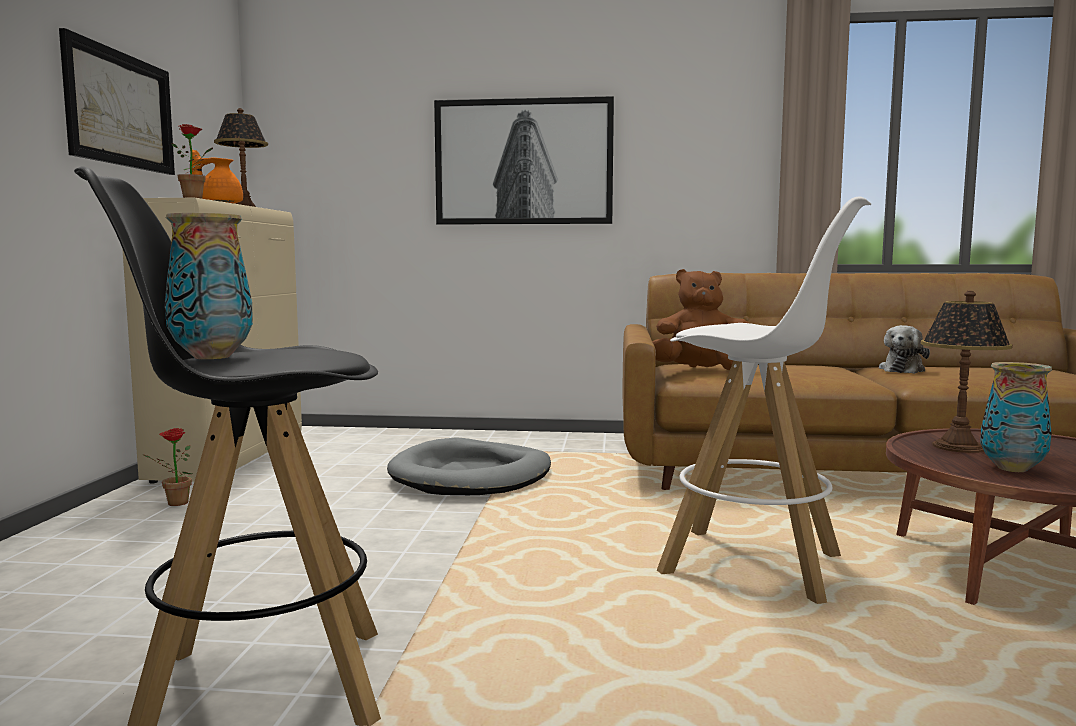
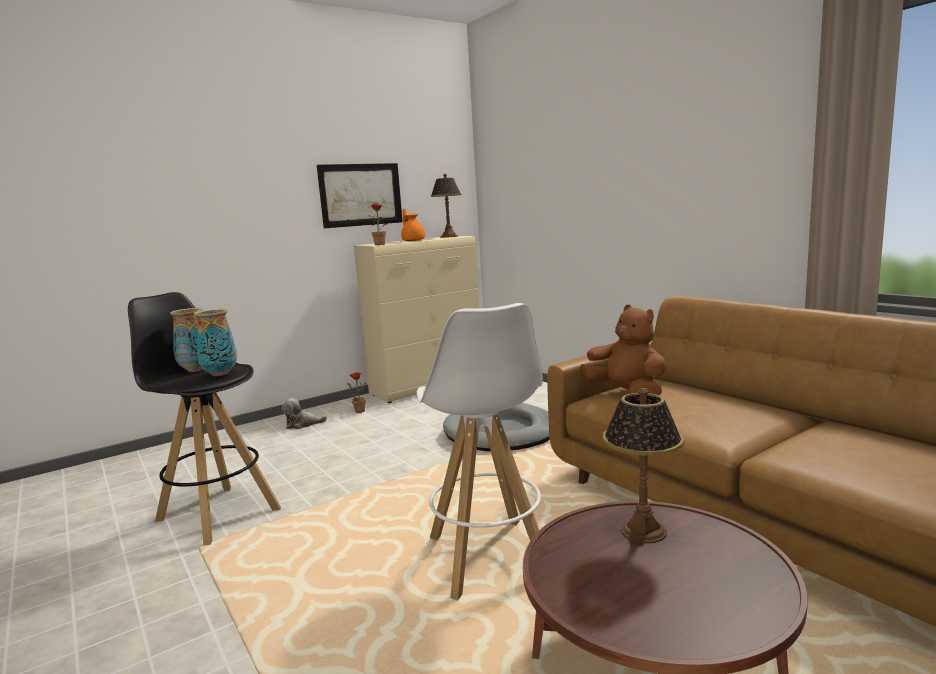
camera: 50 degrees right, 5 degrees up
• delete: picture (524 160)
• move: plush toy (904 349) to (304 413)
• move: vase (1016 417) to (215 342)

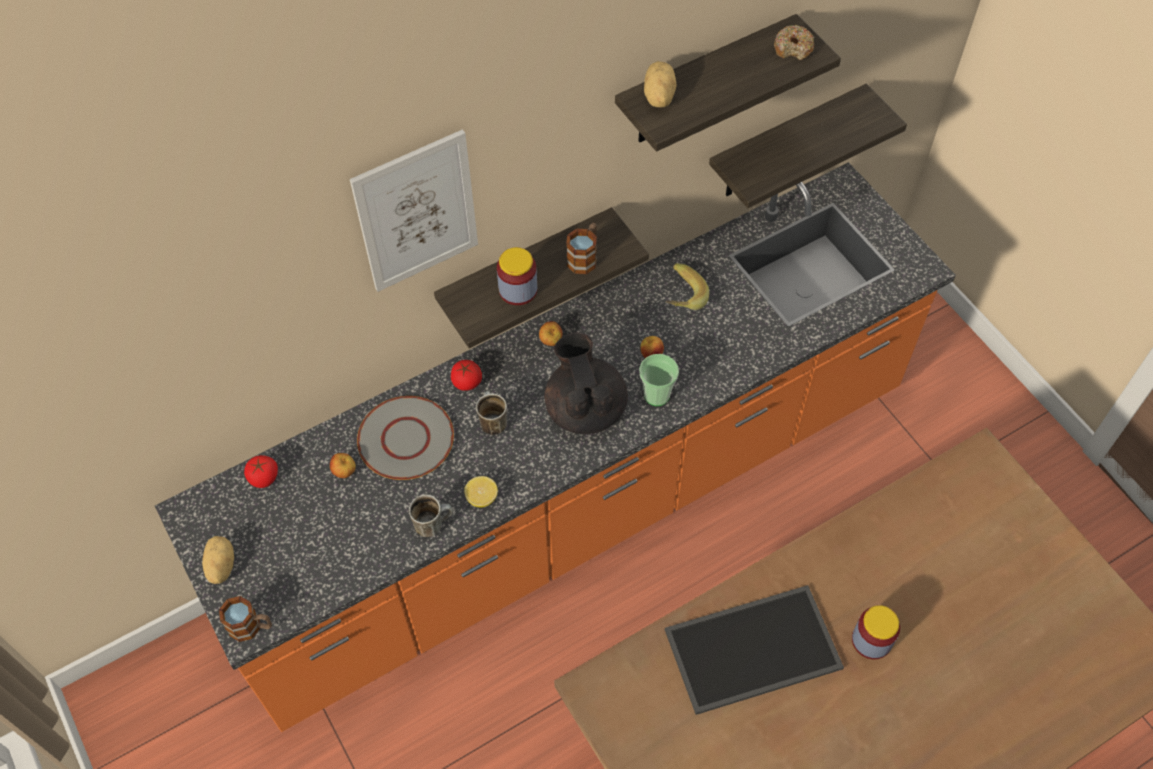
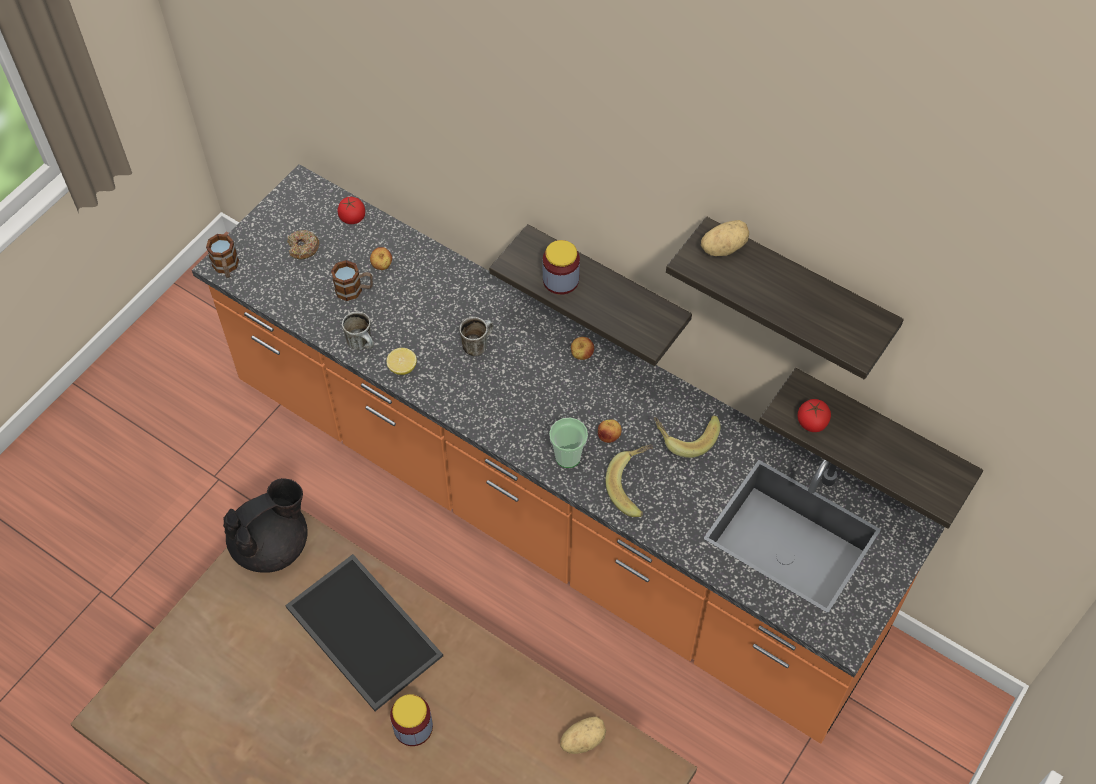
camera: 65 degrees right, 0 degrees up
• move: doughnut (794 42) to (303 244)
• delete: picture (414 210)
• move: coffee mug (581 248) to (352 280)
• move: pot for tea (black) (586 383) to (265 525)
• move: fresh tomato (466 375) to (814 415)
• delete: plate (grey) (405 438)
• move: potato (218 560) to (583 735)
• insert: banana (629 480)

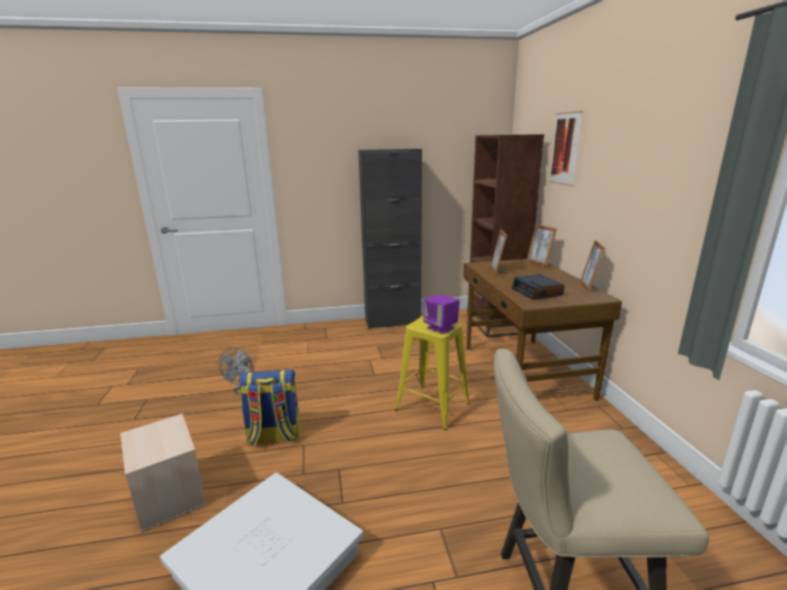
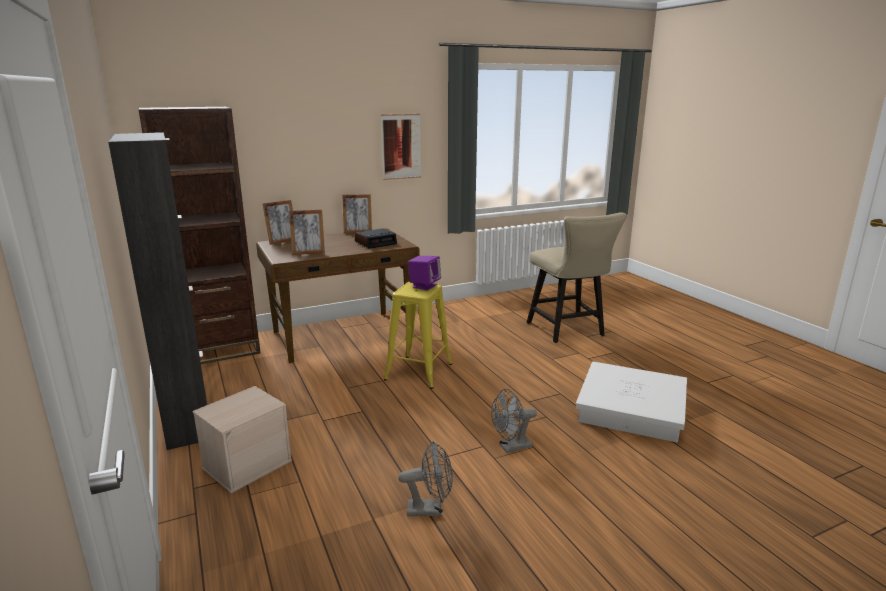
camera: 105 degrees left, 0 degrees up
• move: picture (566 148) to (401 147)
• replace: backpack (269 408) to fan (grey) (514 421)
• move: storage container (beige) (163 473) to (242 439)

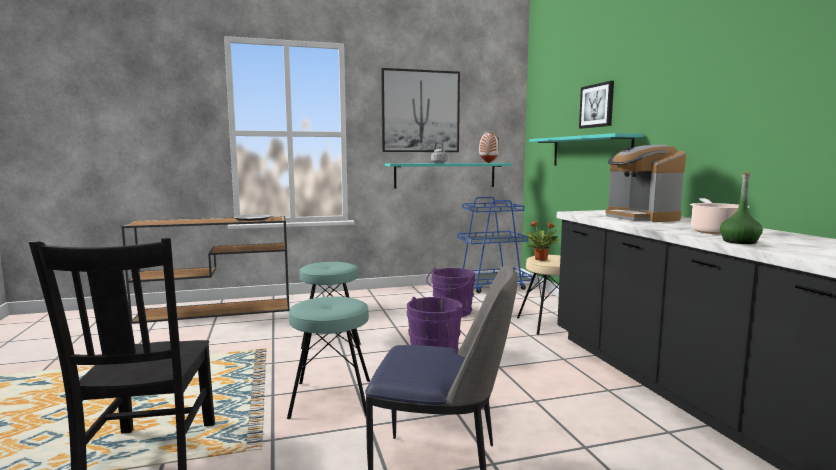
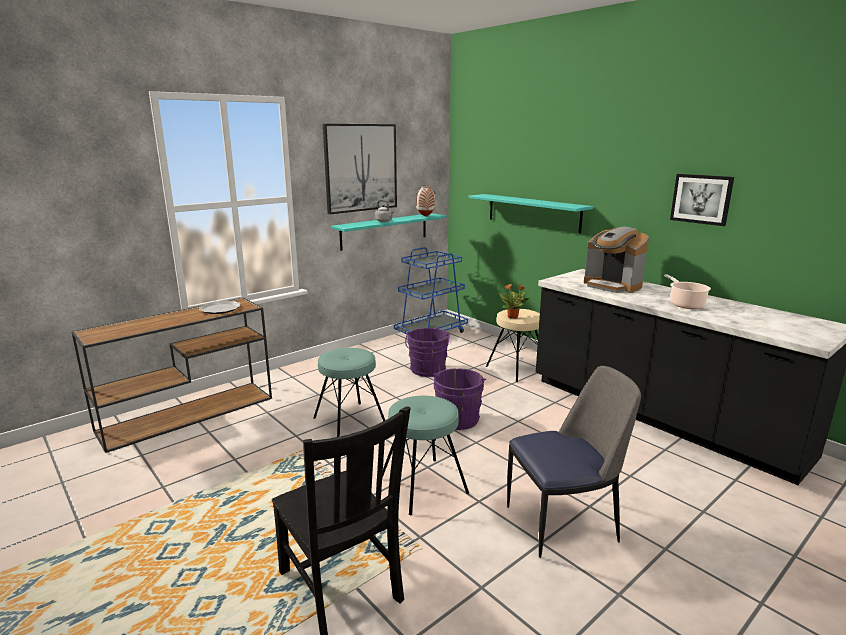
camera: 25 degrees left, 10 degrees up
• move: picture (596 105) to (702 200)
• delete: drink bottle (greenish) (741 208)

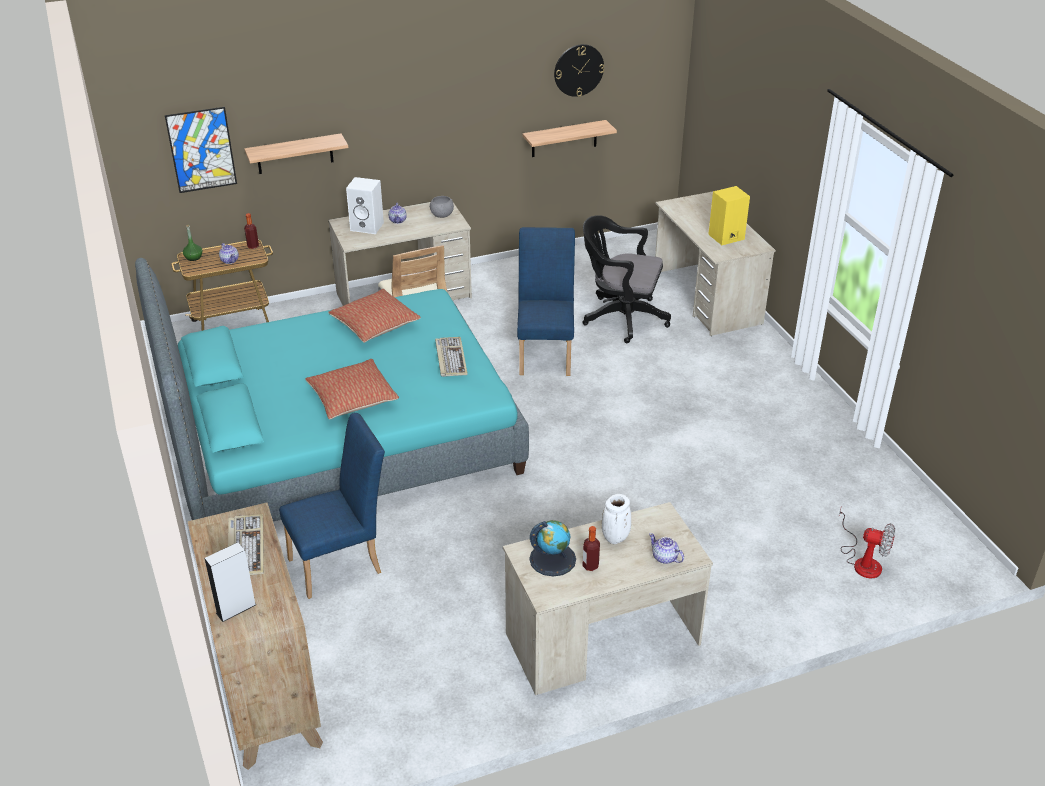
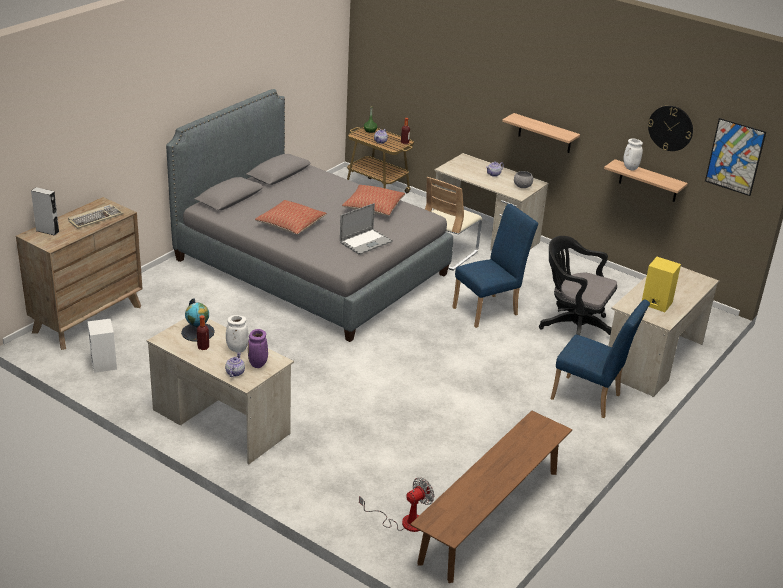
camera: 55 degrees right, 5 degrees down
• move: picture (201 150) to (735 157)
• move: bracket shelf (296 153) to (541 133)
• move: audio speaker (whitish) (365 205) to (102 345)
• rotate: office chair (black) (627 279) = (578 286) 45 degrees counterclockwise
• recolor: bedroom bed (blue-green) (332 390) to bedroom bed (grey) (309 215)
• replace: computer keyboard (451 357) to laptop (366 229)
• move: upright chair (blue) (332 506) to (600 358)
• rotate: fan (867 543) = (396 504) 120 degrees counterclockwise
• insert: vase (whitish) (633 154)
• insert: vase (purple) (258 348)
• insert: long seat (brown-coloured) (491 497)

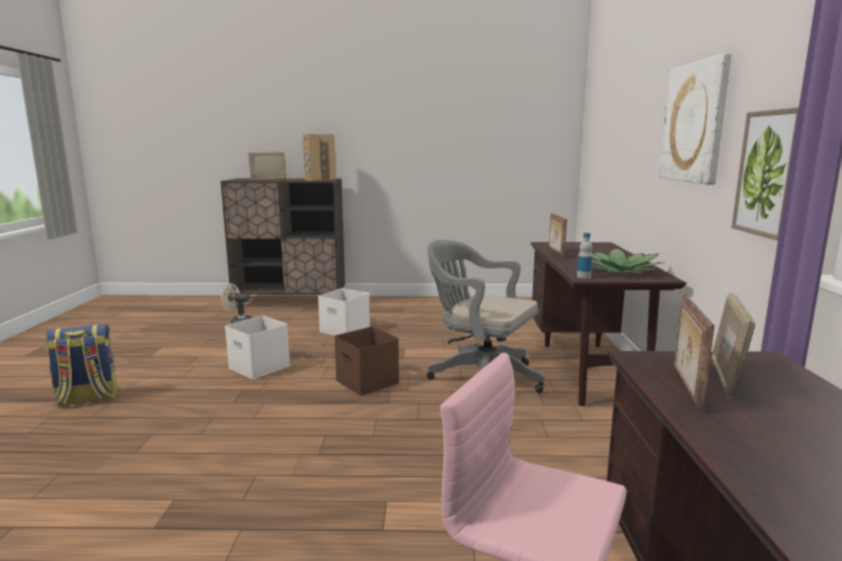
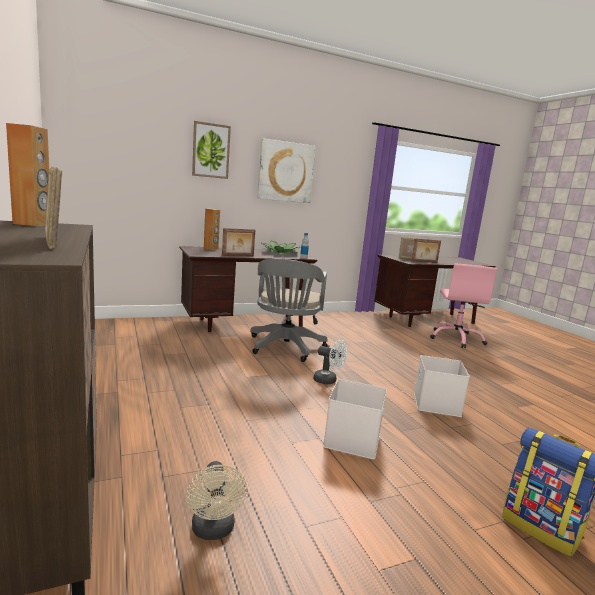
camera: 115 degrees left, 0 degrees up
• move: picture (765 174) to (211 150)
• move: audio speaker (brown-coloured) (312 157) to (212 229)
• move: storage container (whitish) (344 312) to (442 386)
• replace: storage container (brown-coloured) (366 361) to fan (whitish) (330 362)

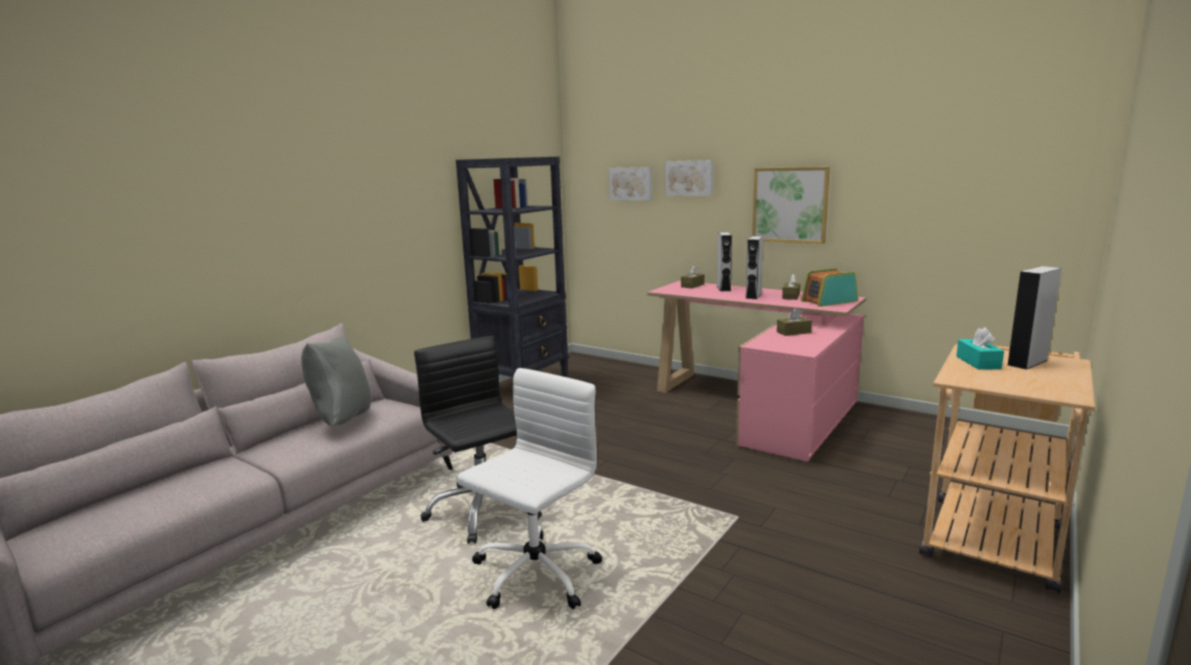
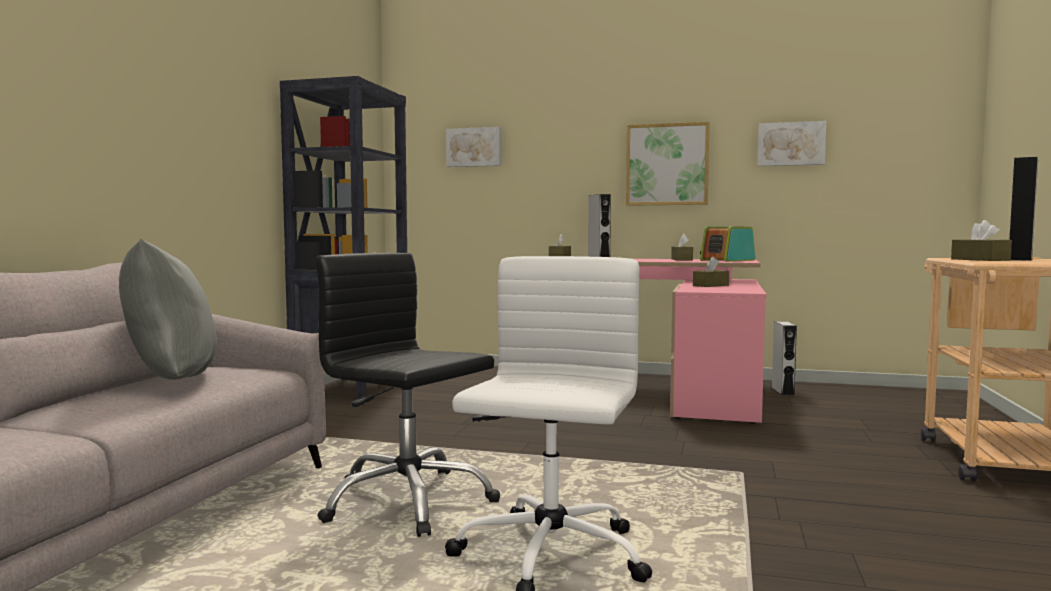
camera: 20 degrees left, 10 degrees down
• move: picture (689 178) to (791 143)
• move: audio speaker (grey) (754 267) to (784 358)
• recolor: box of tissues (blue-green) (980 348) to box of tissues (brown-coloured) (981 240)

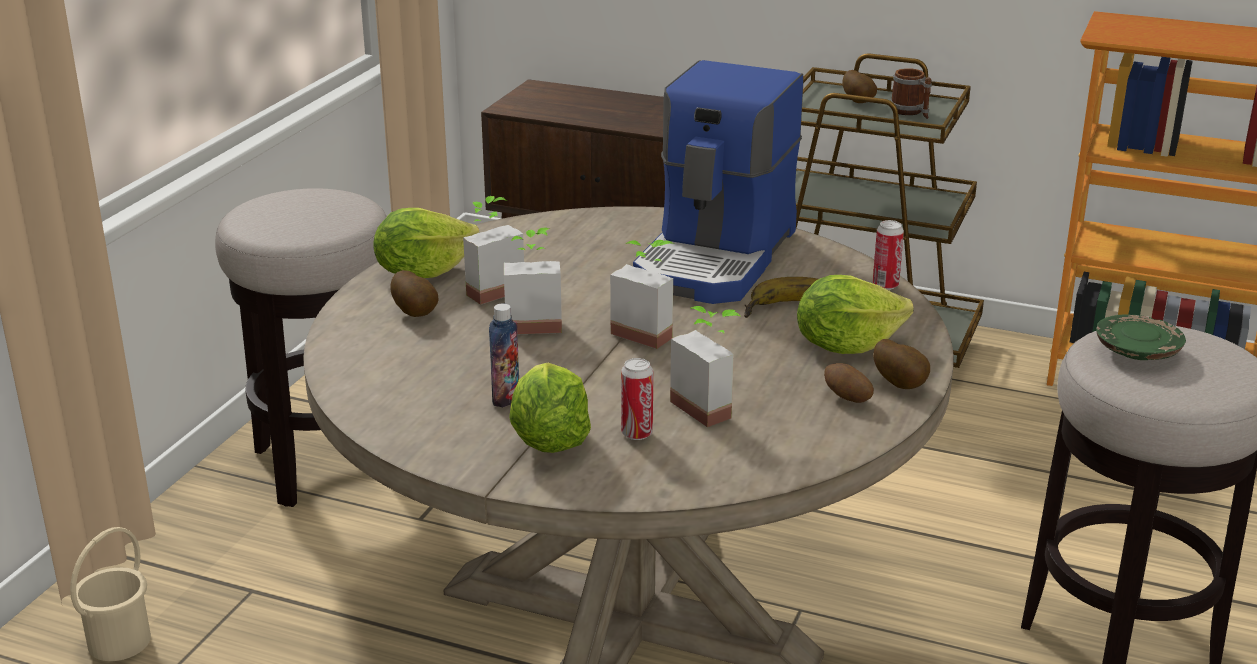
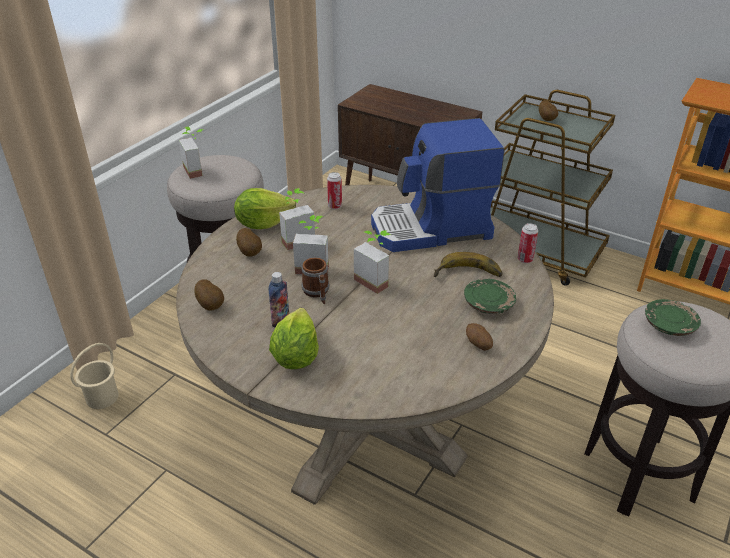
camera: 10 degrees right, 10 degrees up
• rotate: coffee brewer (718 182) = (437 185) 45 degrees clockwise
• move: coffee mug (911 93) to (315 281)
• replace: head of lettuce (855 314) to plate (greenish) (490 296)
• move: potted plant (705 366) to (191 153)
• move: potato (901 364) to (209 295)
• move: metal can (637 399) to (334 190)

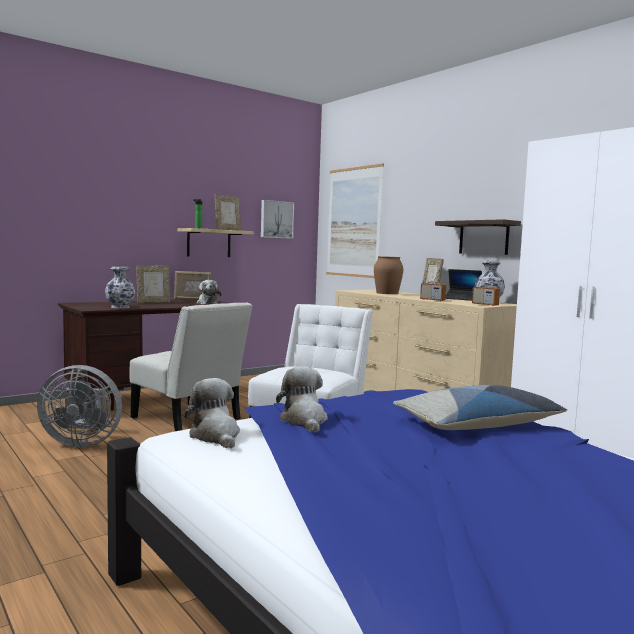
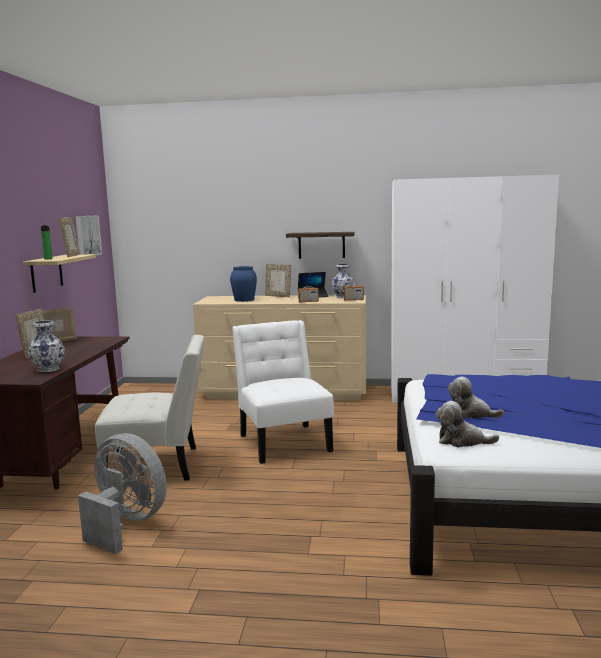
camera: 45 degrees left, 5 degrees up
• delete: picture (355 221)
• recolor: vase (brown-coloured) (388 275) to vase (blue) (243 284)
• delete: plush toy (209 292)
• rotate: fan (grey) (79 406) = (122 493) 105 degrees counterclockwise
• delete: pillow (480 407)

